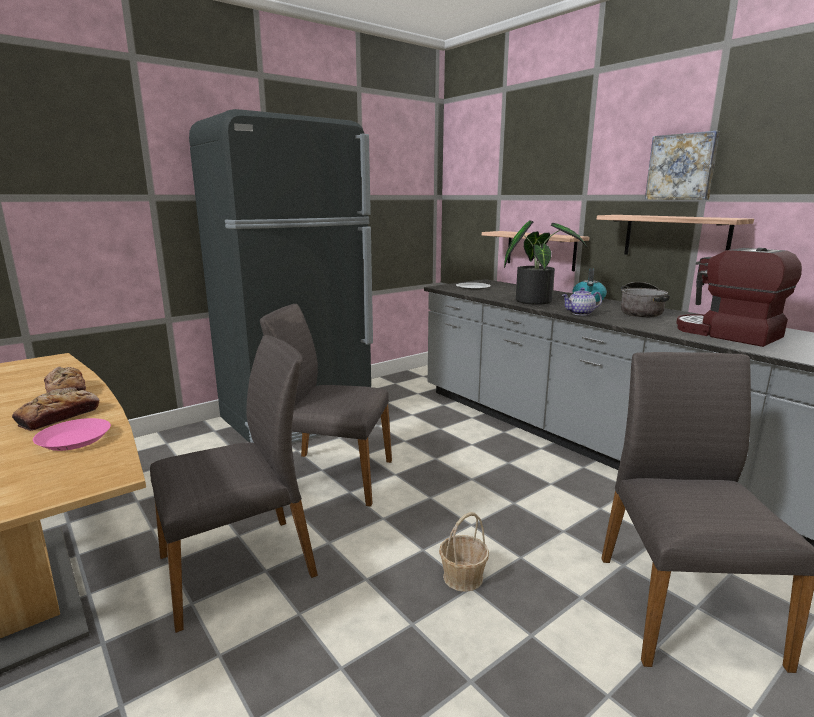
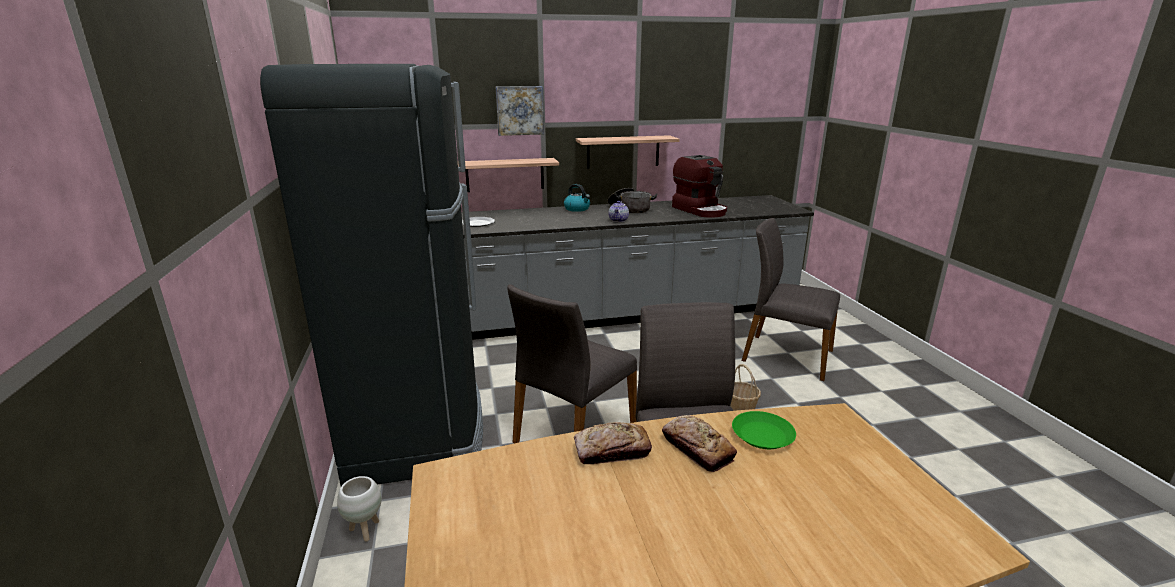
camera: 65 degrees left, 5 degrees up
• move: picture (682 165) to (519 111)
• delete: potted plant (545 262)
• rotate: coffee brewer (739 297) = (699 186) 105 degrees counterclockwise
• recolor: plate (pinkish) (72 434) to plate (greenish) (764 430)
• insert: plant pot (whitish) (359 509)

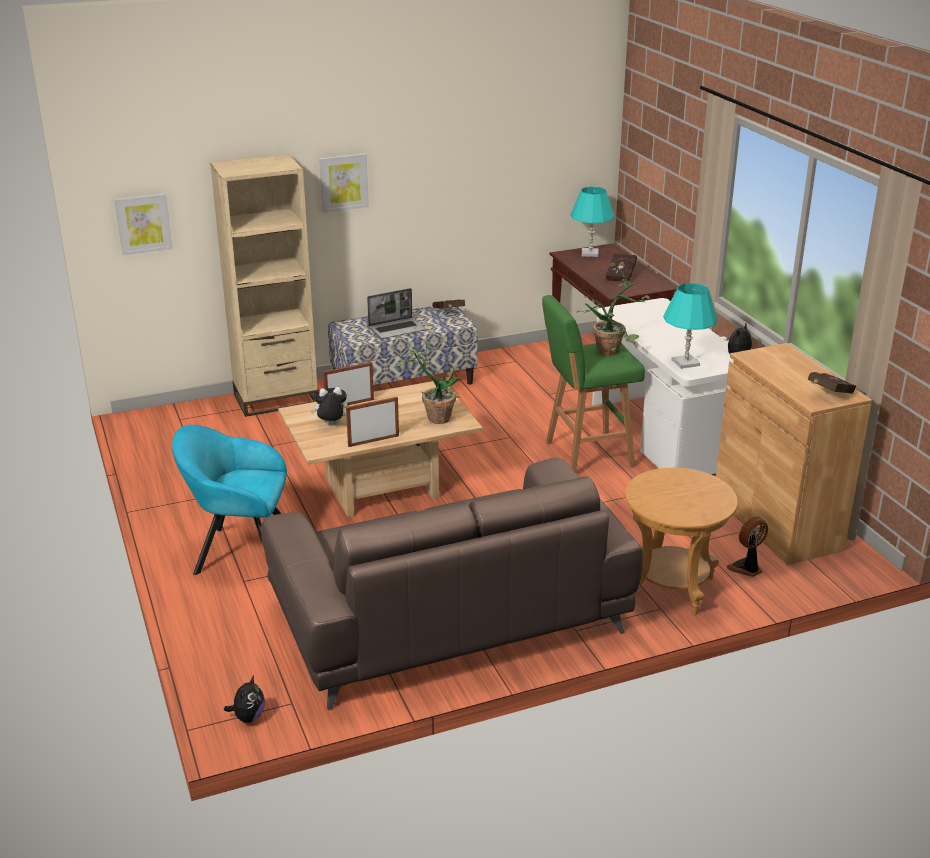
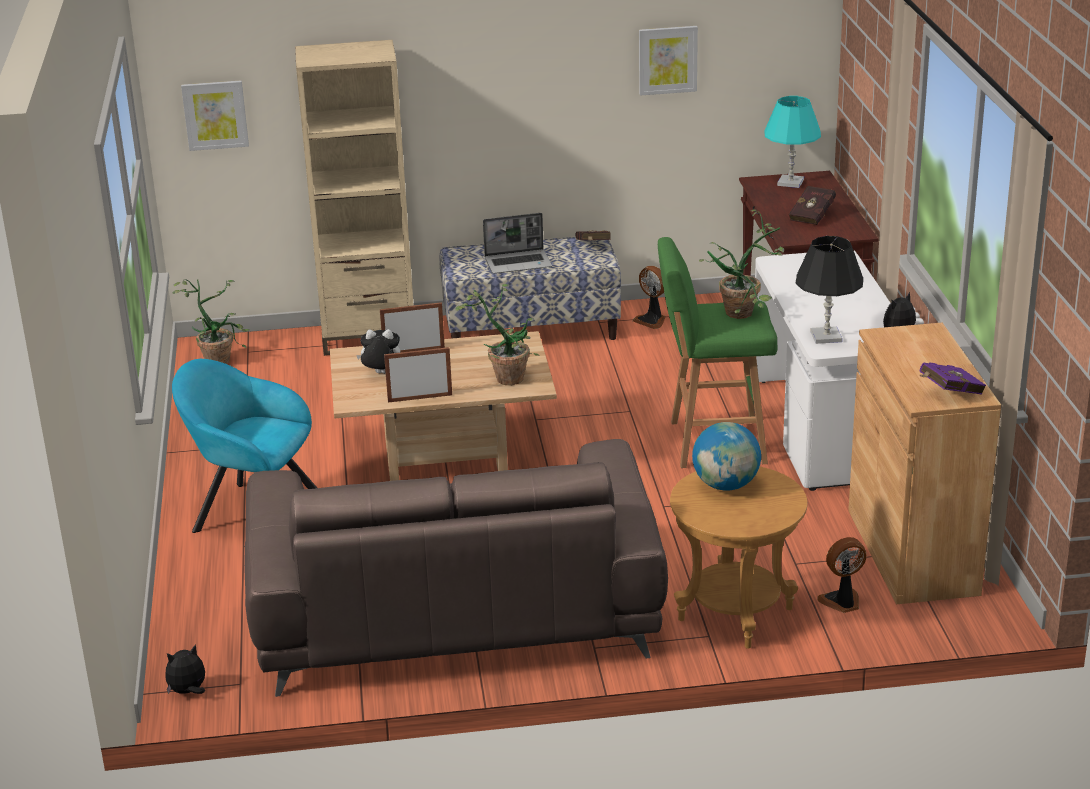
camera: 15 degrees right, 0 degrees up
• move: picture (344 182) to (668 61)
• recolor: table lamp (blue-green) (690 326) to table lamp (black) (829 290)
• recolor: volume (reddish) (832 383) to volume (purple) (952 378)
• rotate: plush toy (244 699) = (185 669) 150 degrees counterclockwise
• insert: fan (649 297)
• insert: potted plant (211 321)
• insert: globe (726 456)

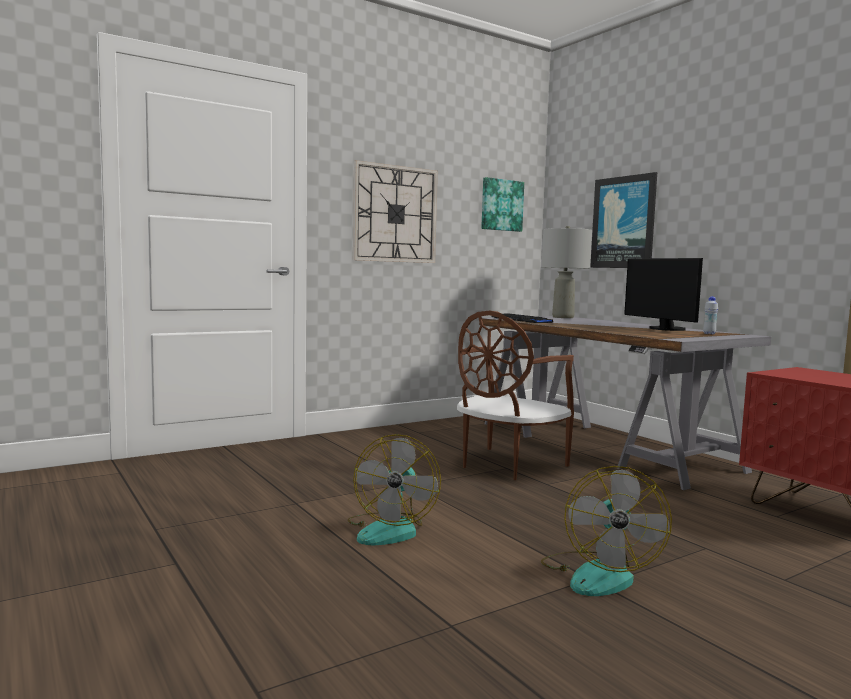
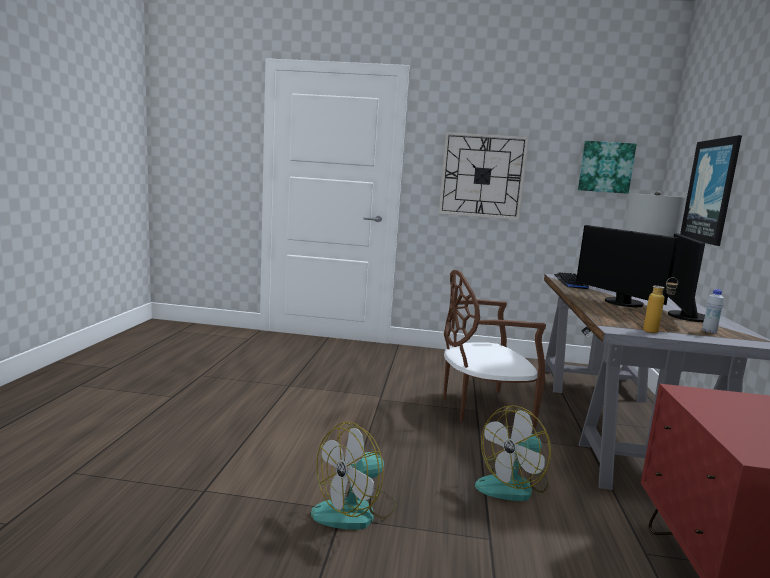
camera: 40 degrees right, 5 degrees up
• move: fan (394 489) to (513 453)
• insert: monitor (627 266)
• insert: drink bottle (660 305)

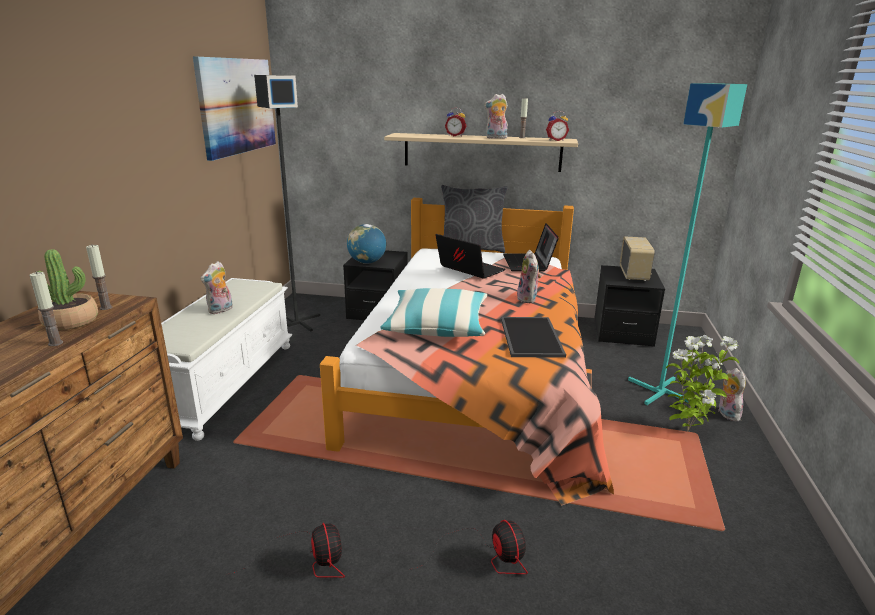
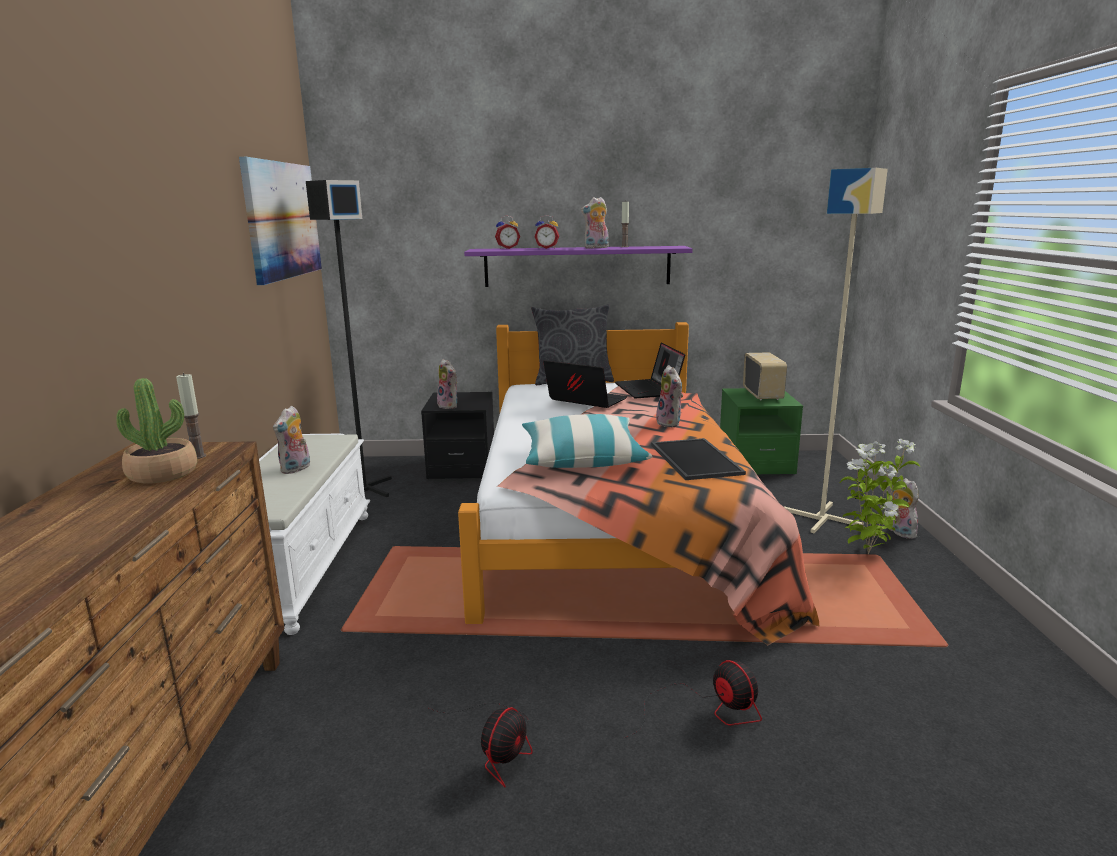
camera: 10 degrees left, 5 degrees down
• recolor: floor lamp (blue-green) (687 244) to floor lamp (beige) (836 350)
• move: table clock (557 126) to (507 232)
• recolor: bracket shelf (beige) (481 152) to bracket shelf (purple) (578 266)
• replace: globe (366 244) to plush toy (447 384)
• recolor: nightstand (black) (630 306) to nightstand (greenish) (761 431)
• delete: candle (46 309)
• rotate: fan (285 550) = (481 745) 60 degrees clockwise

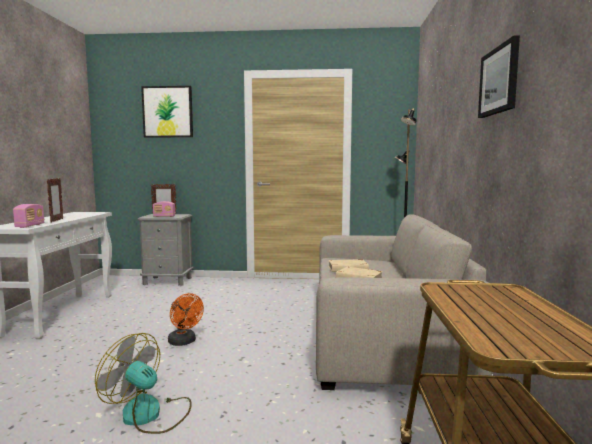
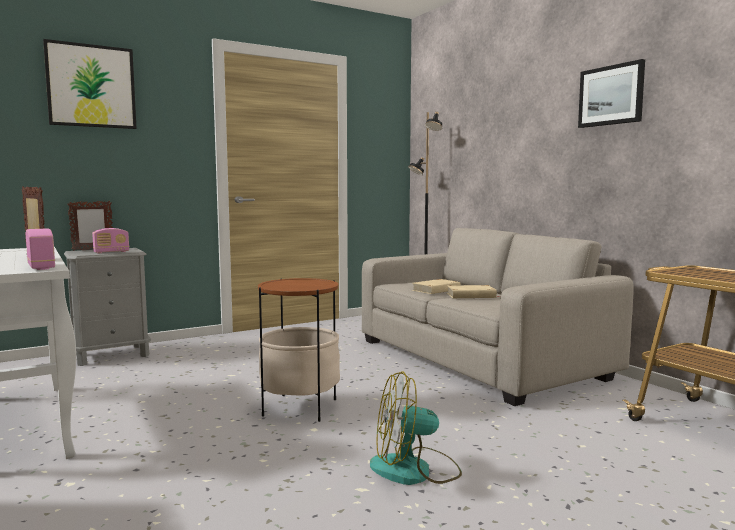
camera: 35 degrees left, 0 degrees up
• replace: fan (orange) (186 319) to accent table (299 350)

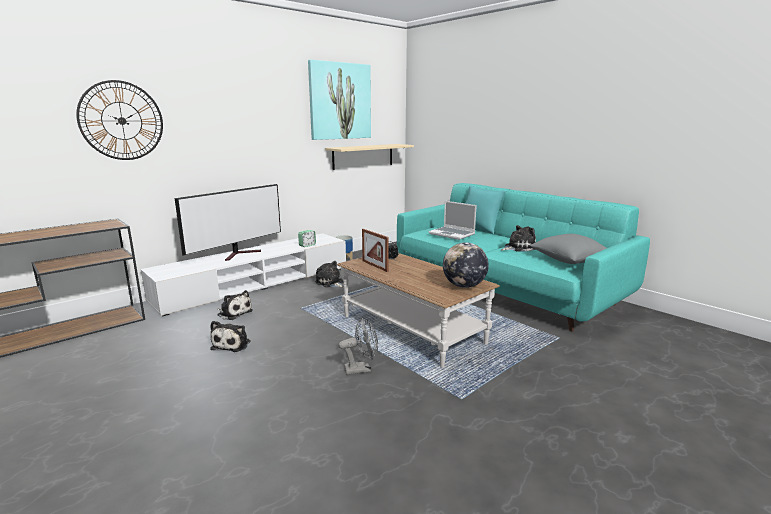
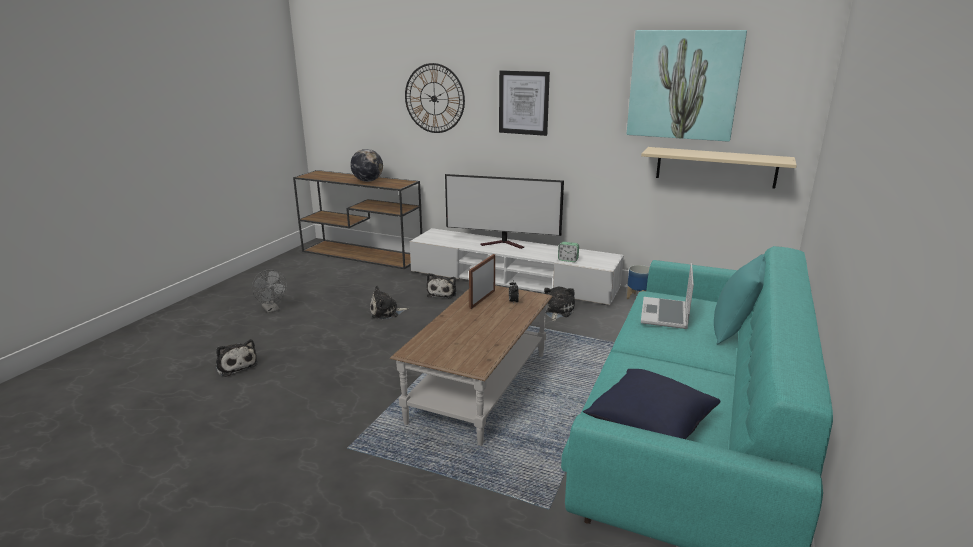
camera: 65 degrees right, 5 degrees up
• move: plush toy (518 238) to (236 358)
• recolor: pillow (grey) (568 249) to pillow (blue) (651 404)
• move: globe (466 265) to (366 165)
• move: fan (grey) (358 346) to (269 291)
• insert: picture (524 103)

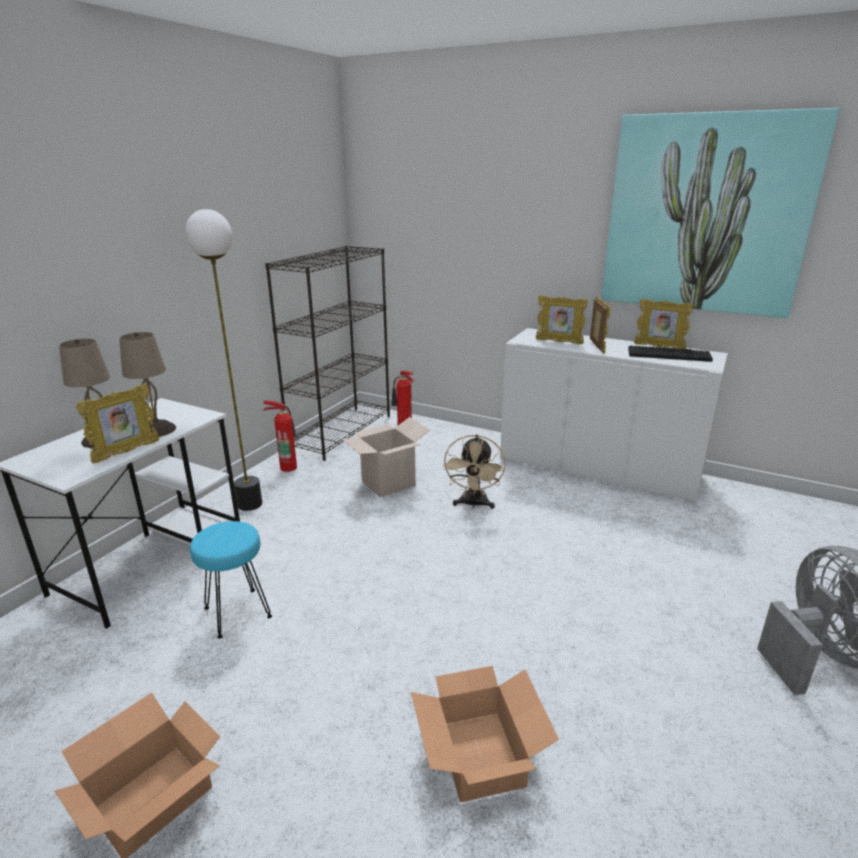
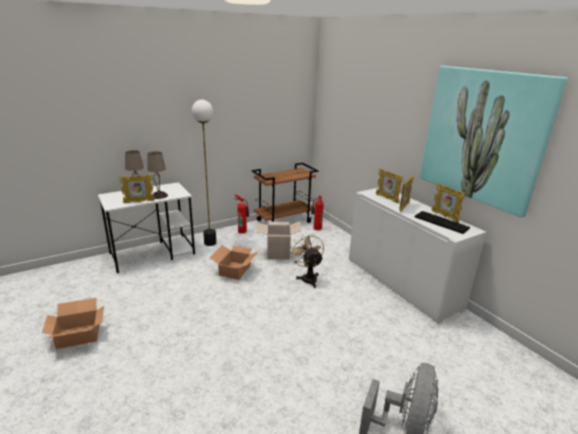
camera: 30 degrees right, 0 degrees up
• replace: shelving unit (black) (327 353) to trolley (brown-coloured) (285 193)
• rotate: fan (beige) (474 471) = (307 260) 120 degrees clockwise
• delete: sitting stool (blue-green) (231 579)
• move: packing box (485 734) to (234 262)

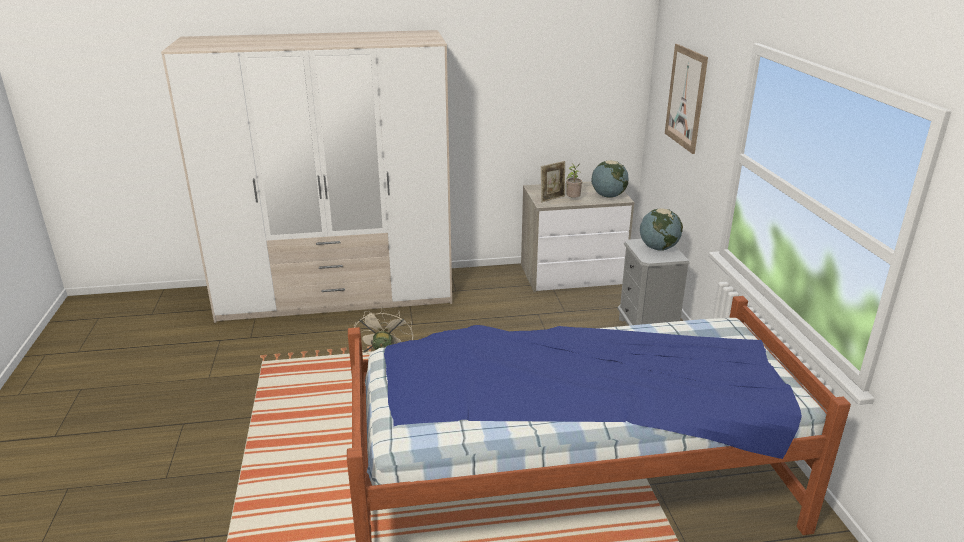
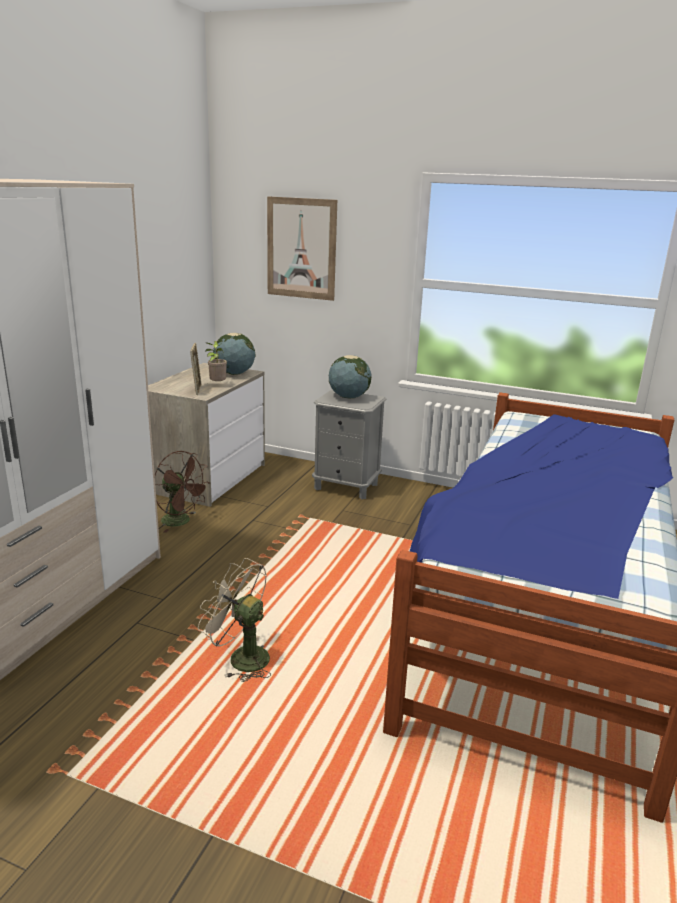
camera: 60 degrees left, 5 degrees down
• insert: fan (brown-coloured) (182 492)

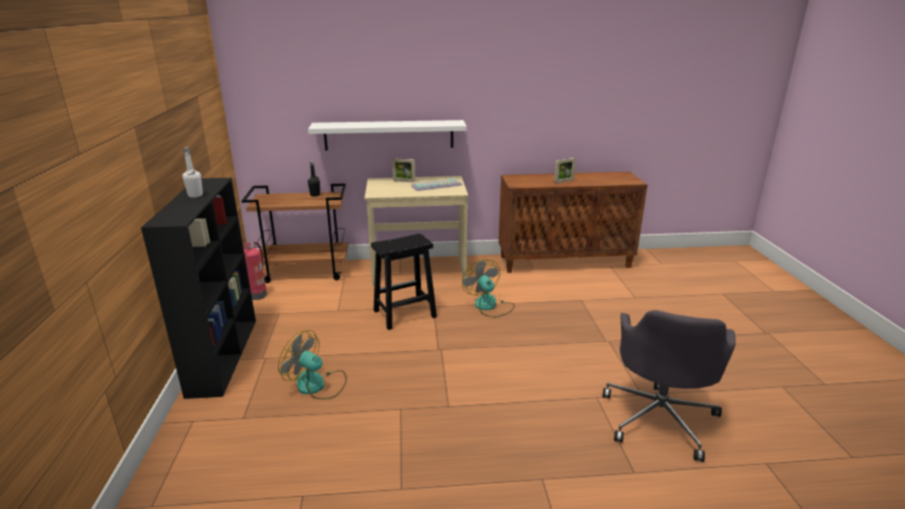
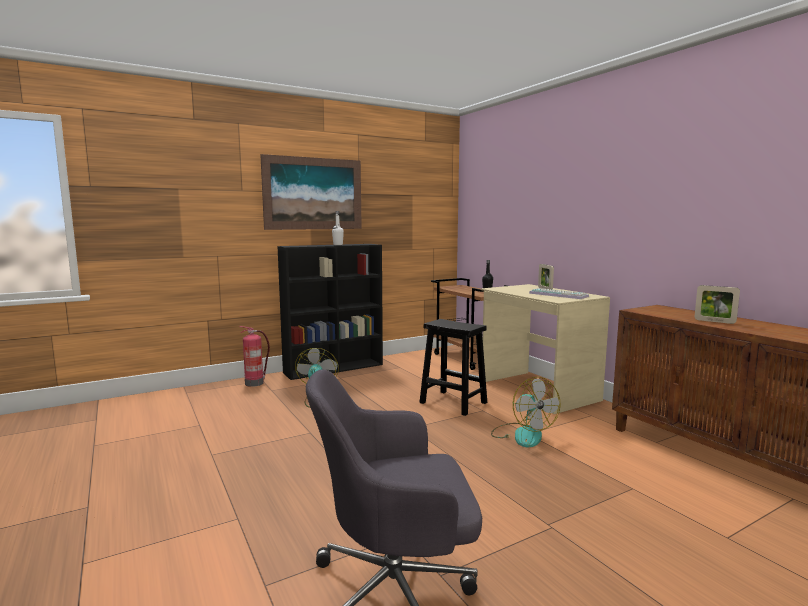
camera: 65 degrees right, 15 degrees down
• delete: bracket shelf (whitish) (387 135)
• move: fire-fighting cylinder (255 271) to (254 356)
• rotate: fan (488 288) = (526 412) 120 degrees clockwise
• insert: picture (311 192)

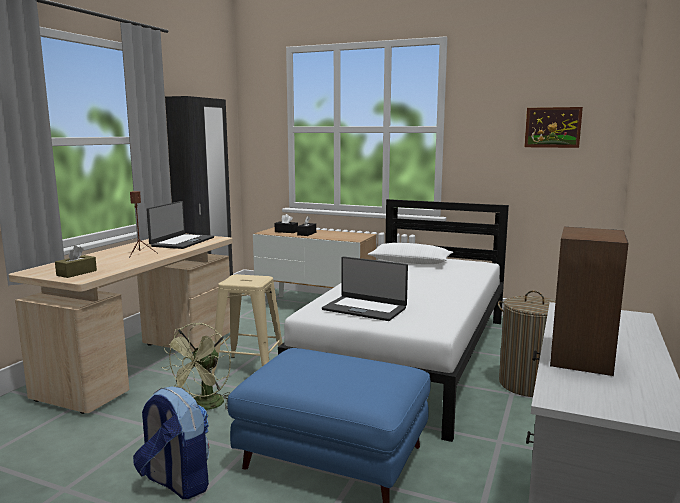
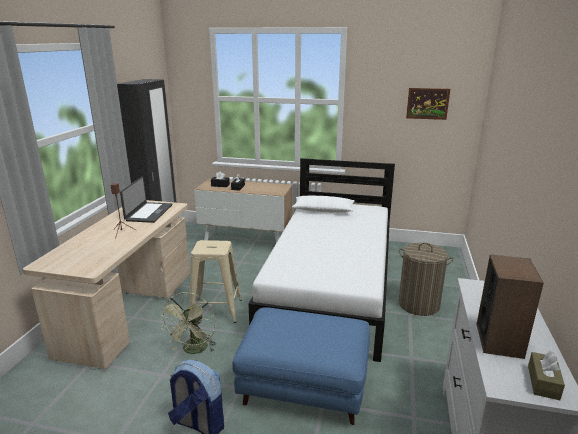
camera: 10 degrees left, 10 degrees up
• move: box of tissues (brown-coloured) (76 261) to (546 375)
• delete: laptop (365 288)

